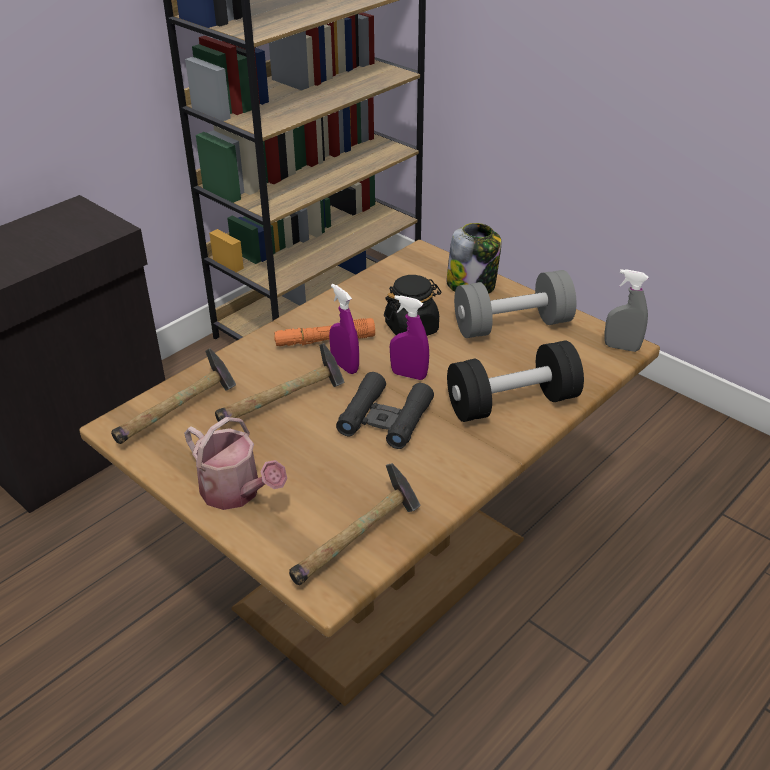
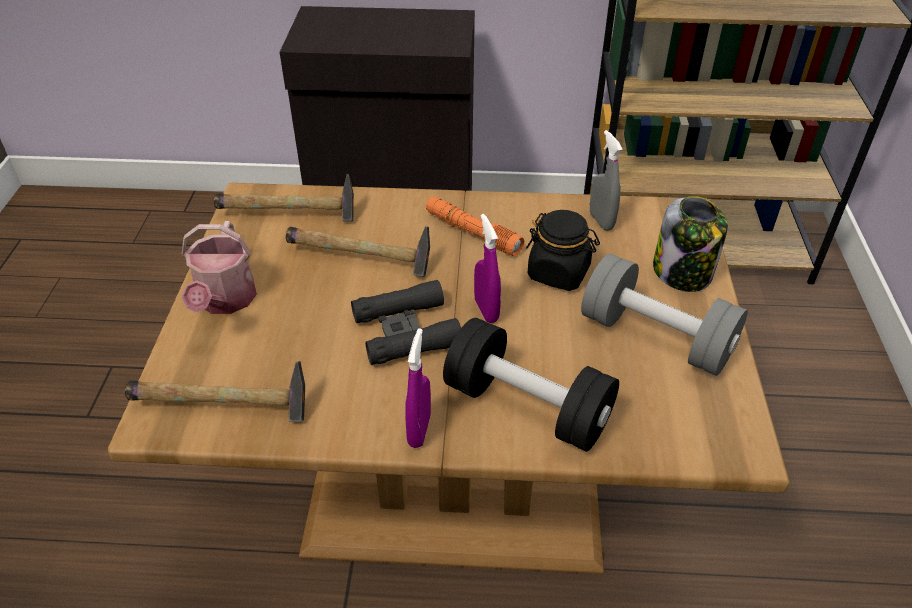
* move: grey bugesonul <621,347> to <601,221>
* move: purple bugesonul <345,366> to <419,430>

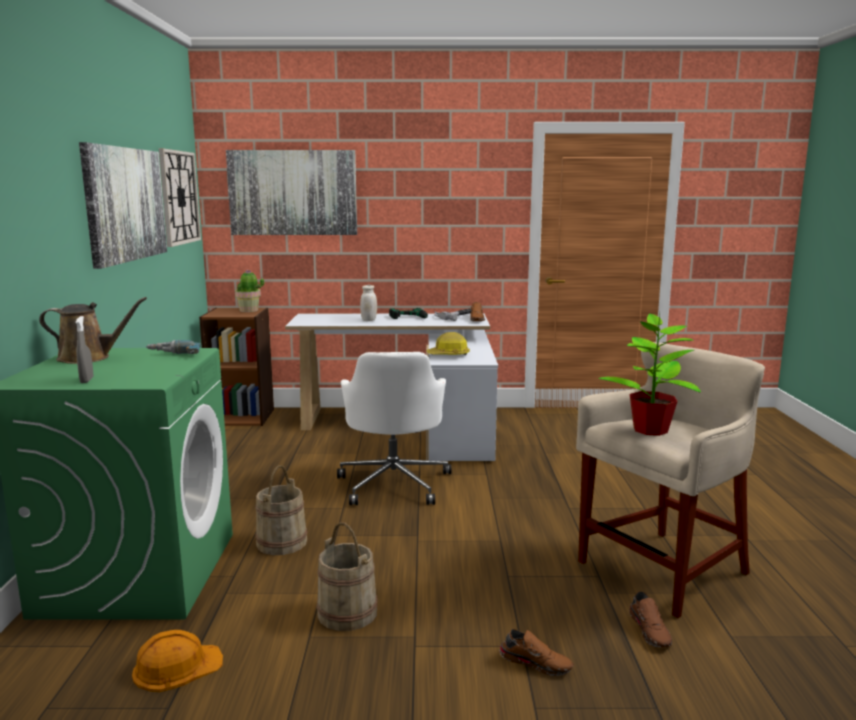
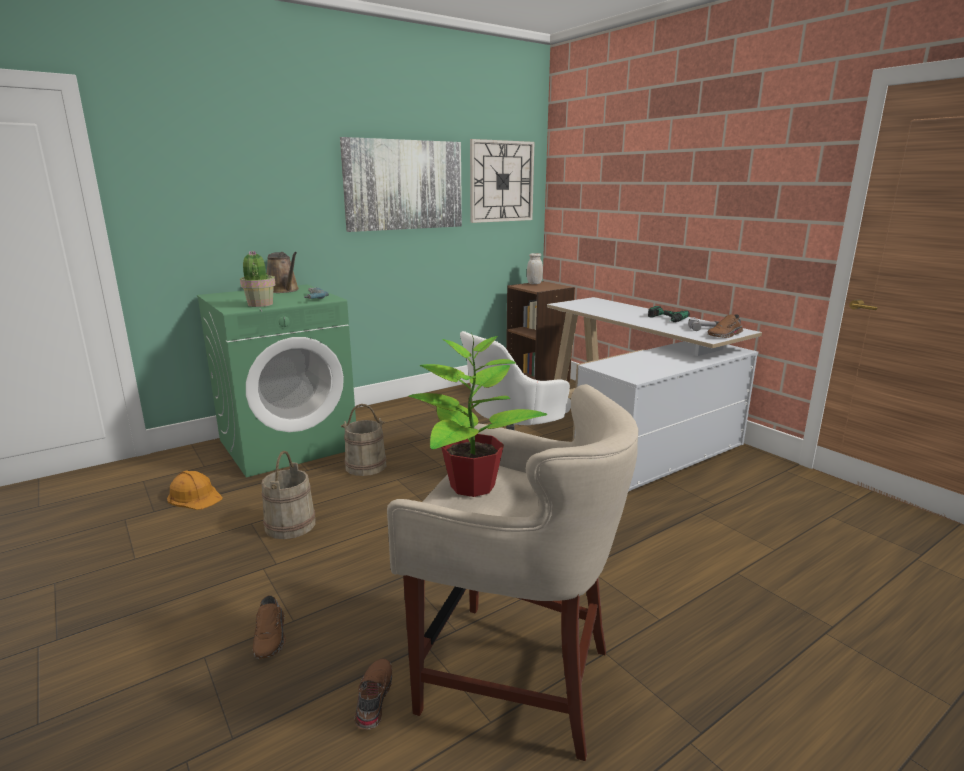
* delete: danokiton <293,193>
* move: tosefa <249,310> to <260,304>
* move: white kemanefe <369,320> to <534,283>
* delete: grey bugesonul <87,380>
* delete: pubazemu <448,355>
* rotate: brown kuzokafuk <651,630> = <372,698> 135 degrees clockwise

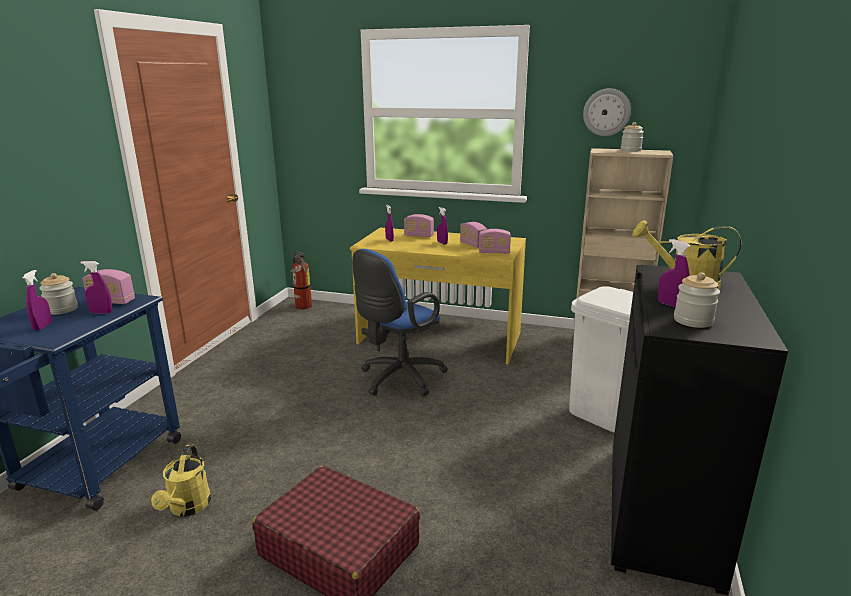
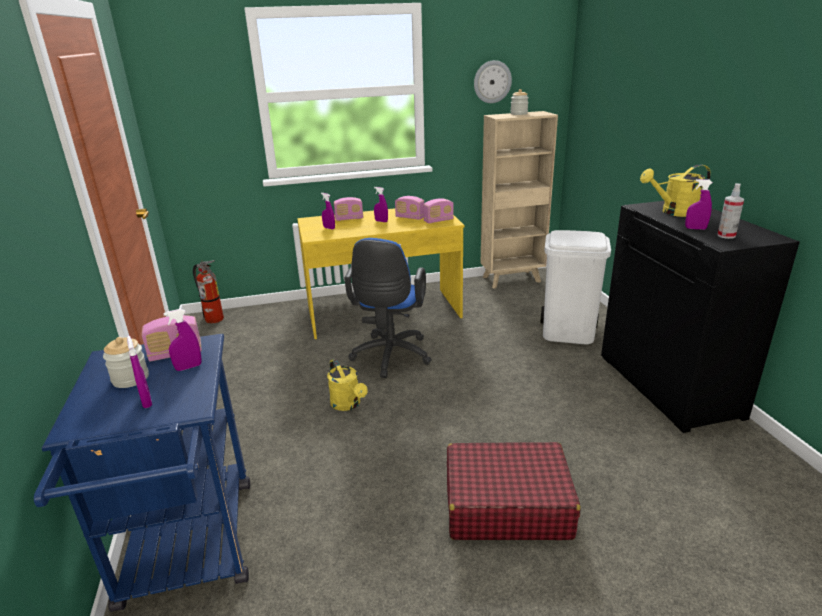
* replace: kemanefe <693,321> to bugesonul <726,235>
* move: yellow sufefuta <188,508> to <348,404>

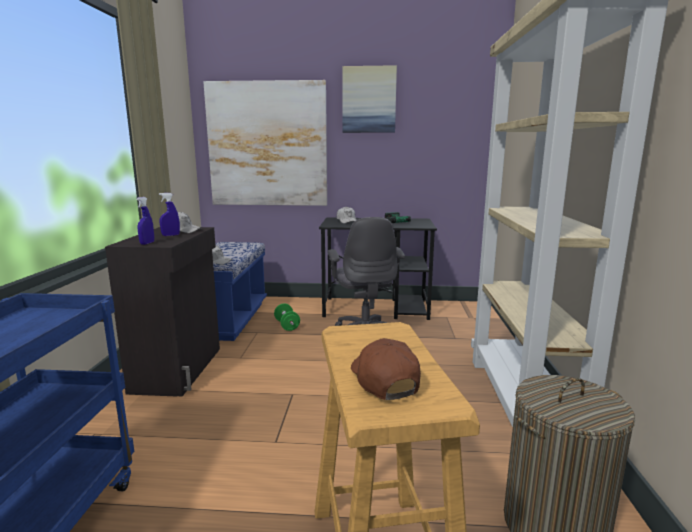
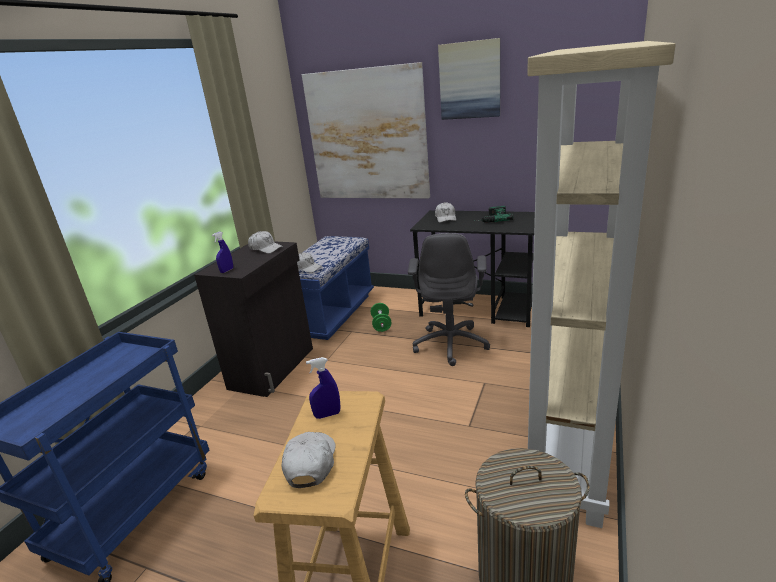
* move: blue bugesonul <170,235> to <327,415>
* recolor: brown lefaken <384,380> to white lefaken <310,463>

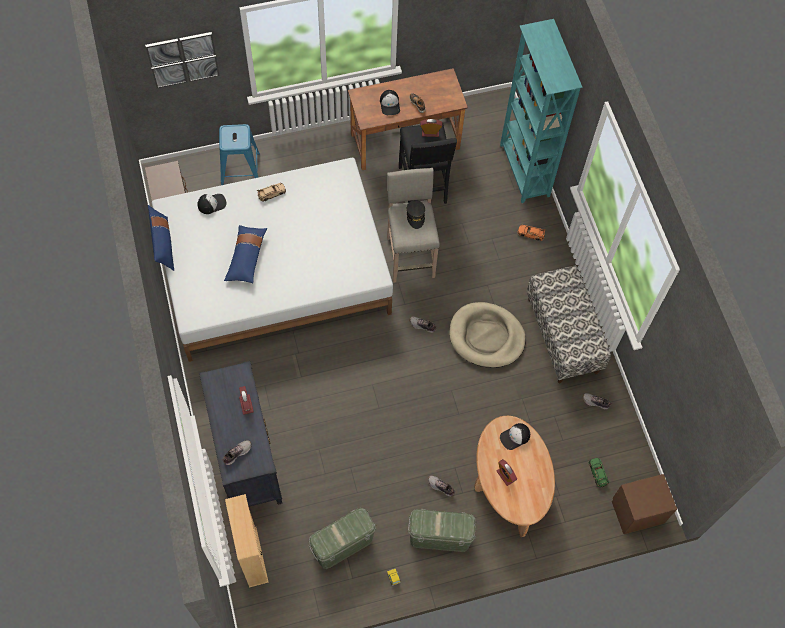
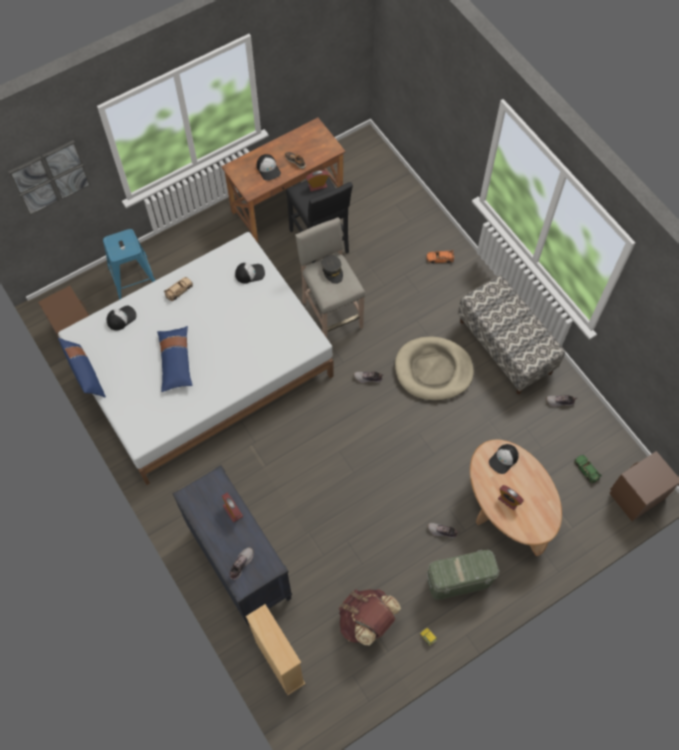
* delete: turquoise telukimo <524,171>
* replace: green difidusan <342,545> to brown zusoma <366,621>
* insert: lefaken <250,273>

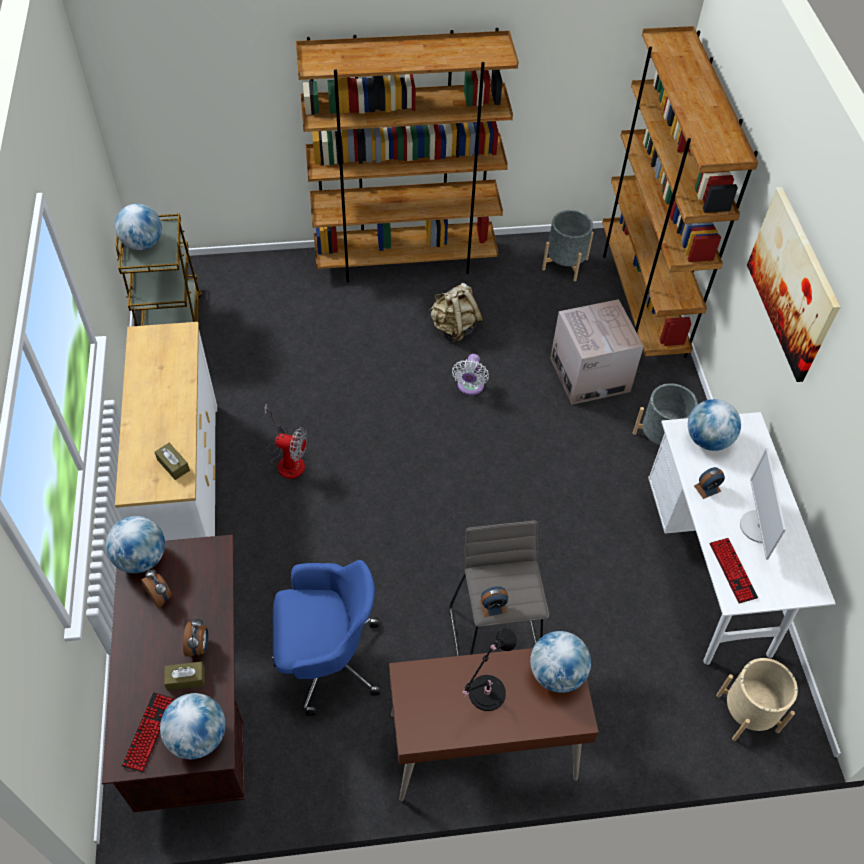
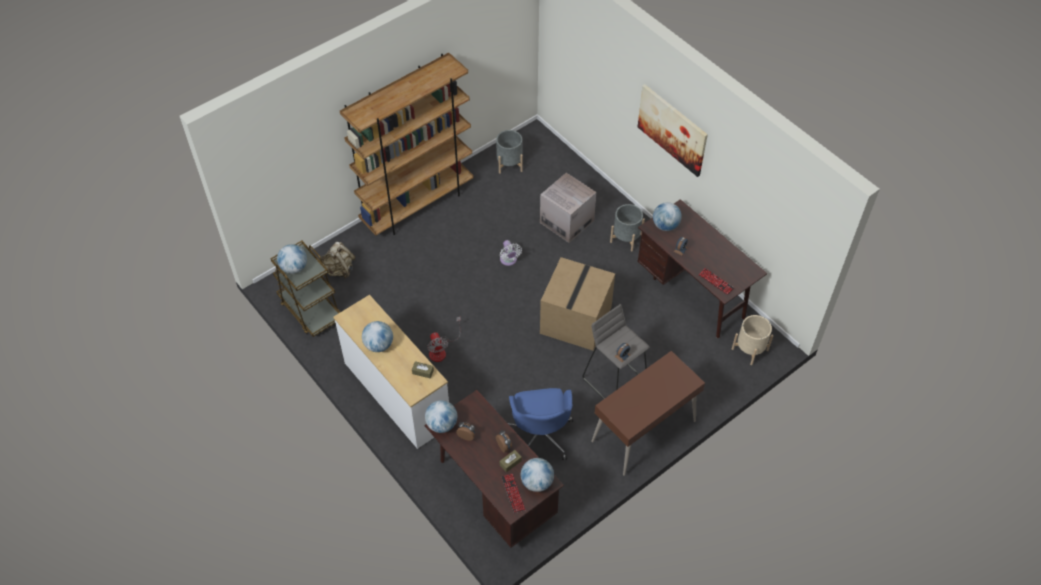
* delete: brown telukimo <641,298>
* move: beige zusoma <454,328> to <339,270>
* rotate: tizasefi <287,459> = <441,350> 90 degrees clockwise
* recolor: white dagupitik <711,571> to brown dagupitik <693,293>
* delete: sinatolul <758,527>
* rotate: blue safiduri <326,658> = <540,435> 120 degrees clockwise
* delete: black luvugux <484,695>
* move: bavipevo <556,673> to <379,345>
* insert: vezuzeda <576,321>

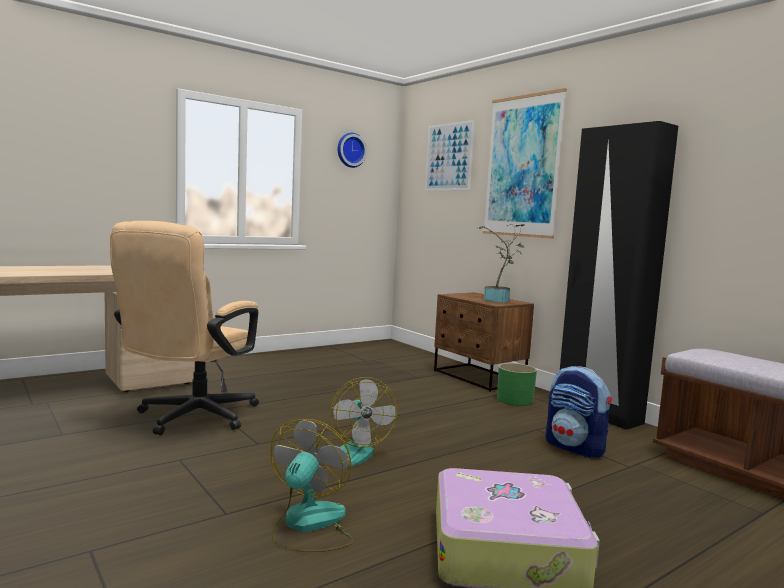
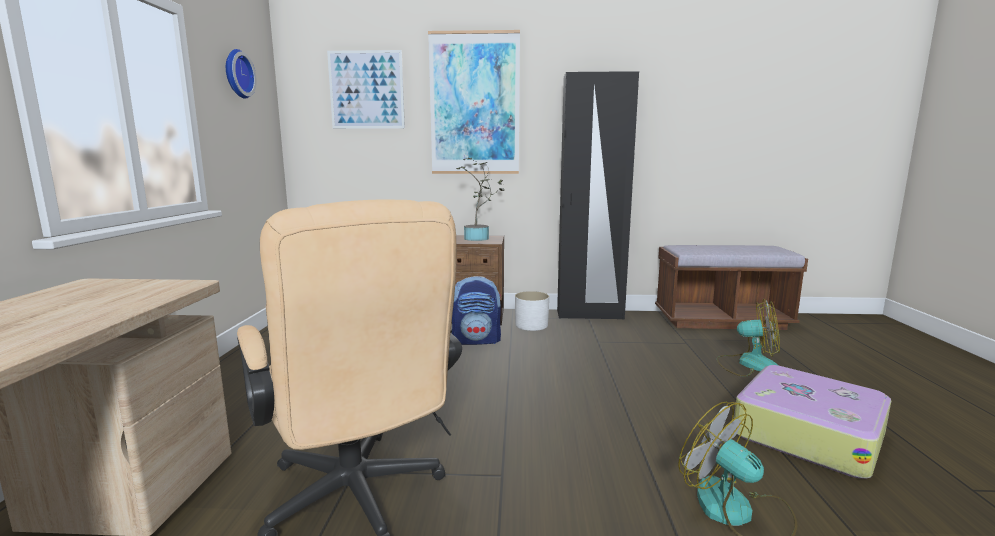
* recolor: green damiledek <515,400> to white damiledek <531,325>
* move: zusoma <575,448> to <476,340>
* move: tizasefi <350,451> to <748,364>

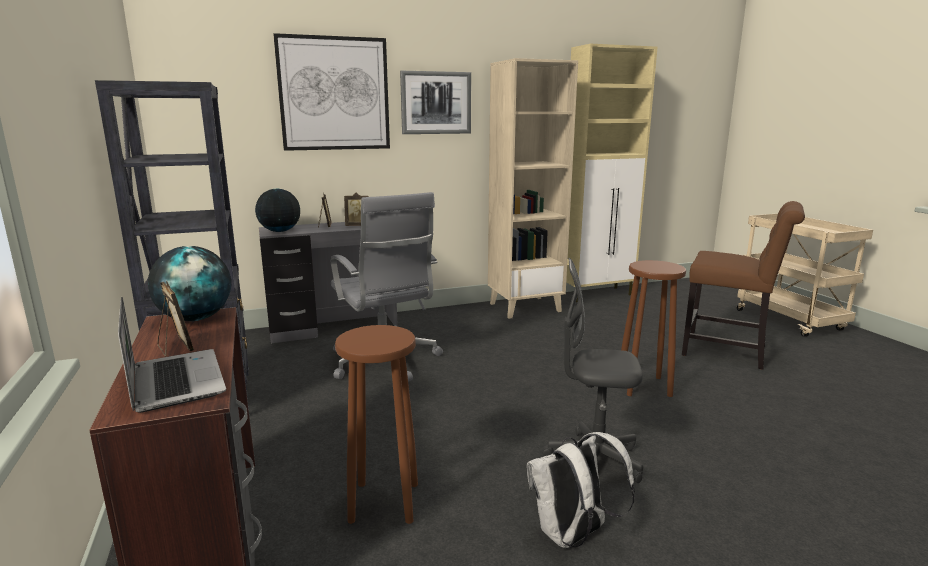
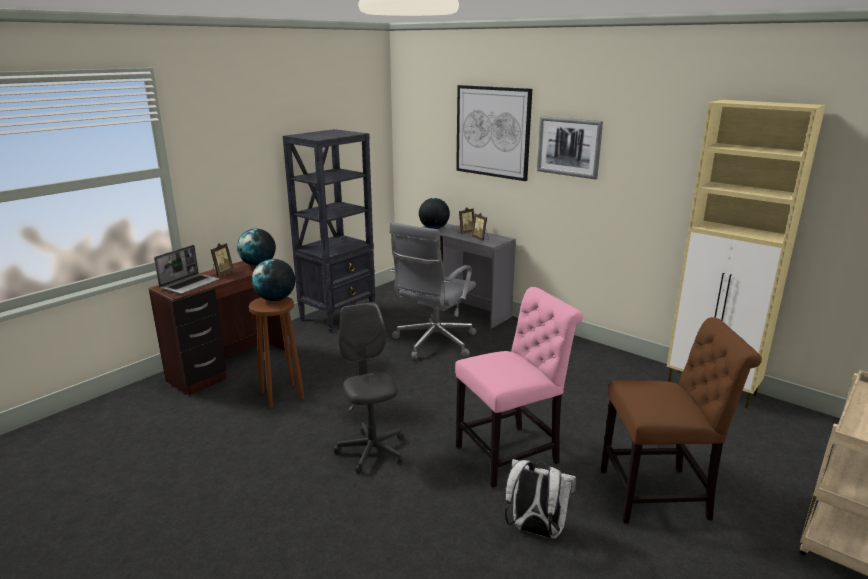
* delete: beige telukimo <525,307>
* rotate: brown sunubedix <729,352> = <660,495> 90 degrees counterclockwise
* replace: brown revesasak <645,386> to pink sunubedix <512,454>
* move: white zusoma <572,536> to <535,530>
* insert: bavipevo <276,299>

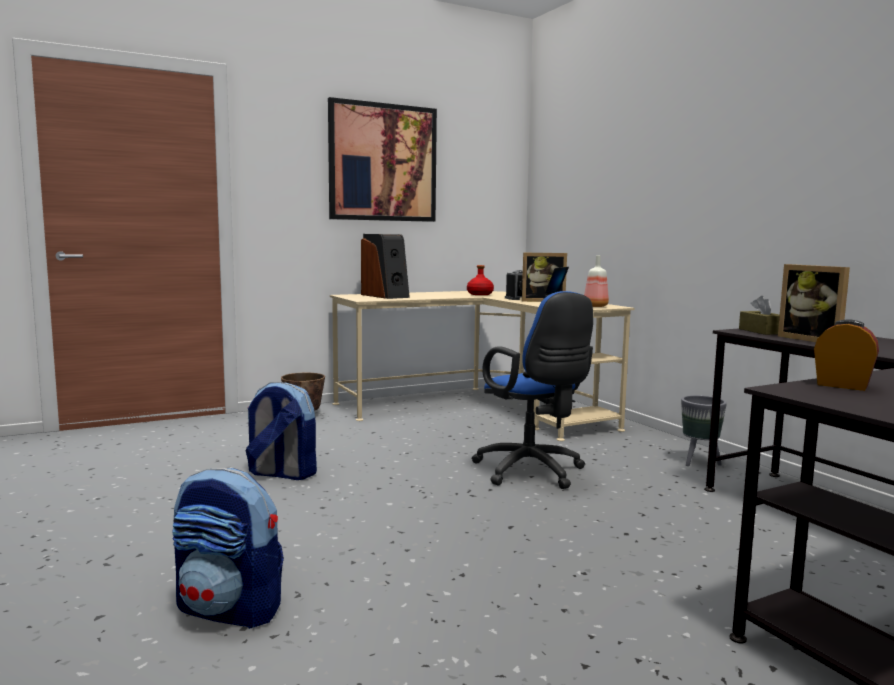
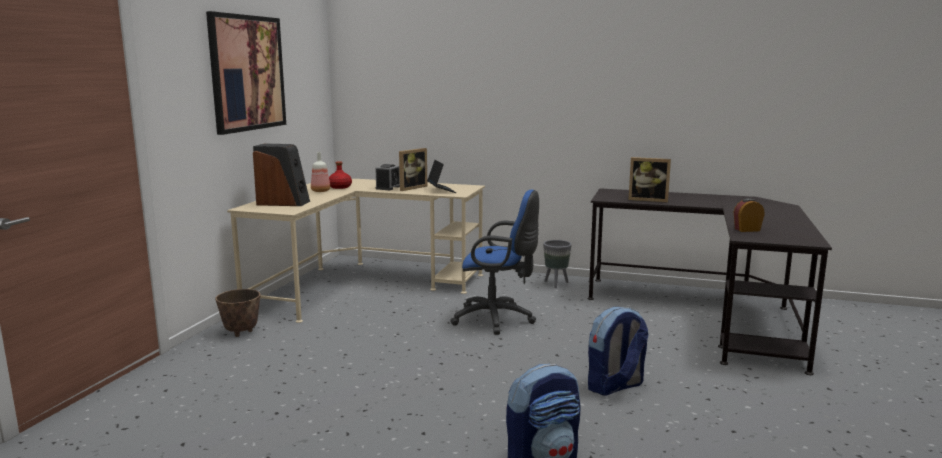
* move: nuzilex <595,306> to <320,191>
* delete: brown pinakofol <761,331>
* move: zusoma <281,474> to <615,386>

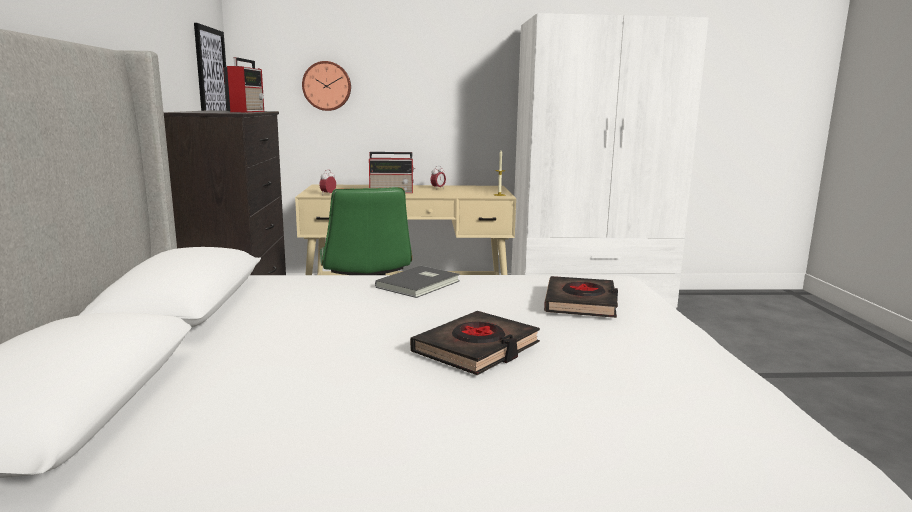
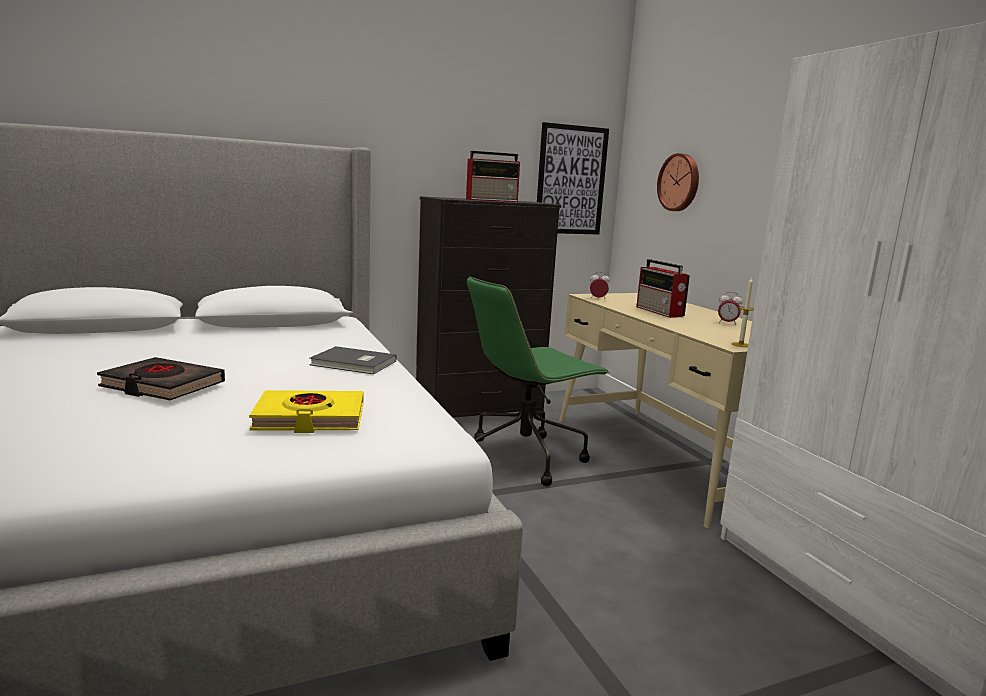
* recolor: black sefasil <581,303> to yellow sefasil <310,418>

